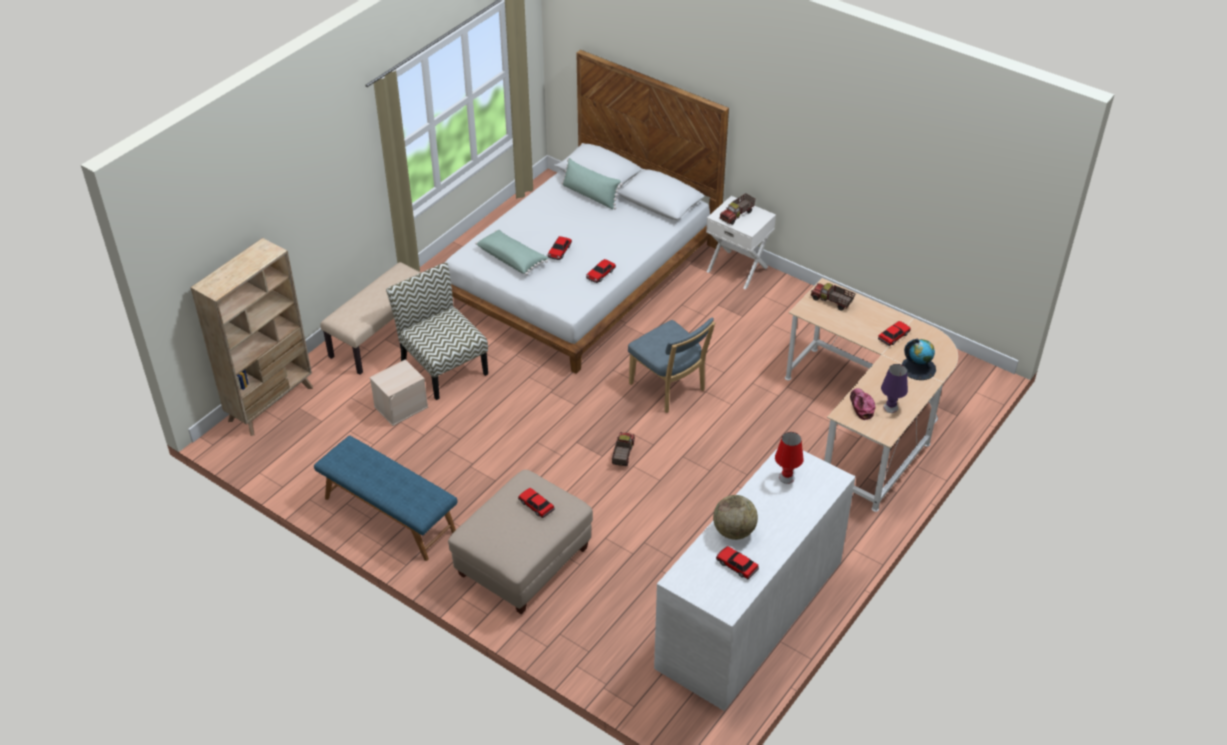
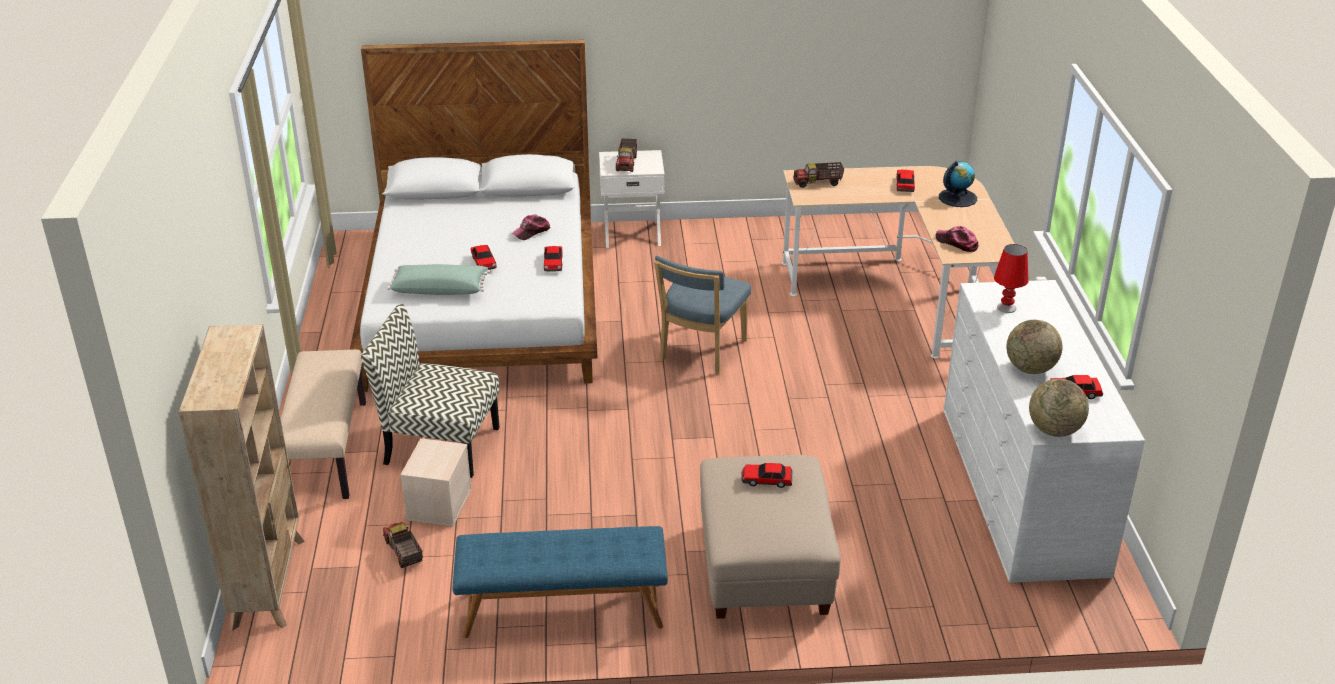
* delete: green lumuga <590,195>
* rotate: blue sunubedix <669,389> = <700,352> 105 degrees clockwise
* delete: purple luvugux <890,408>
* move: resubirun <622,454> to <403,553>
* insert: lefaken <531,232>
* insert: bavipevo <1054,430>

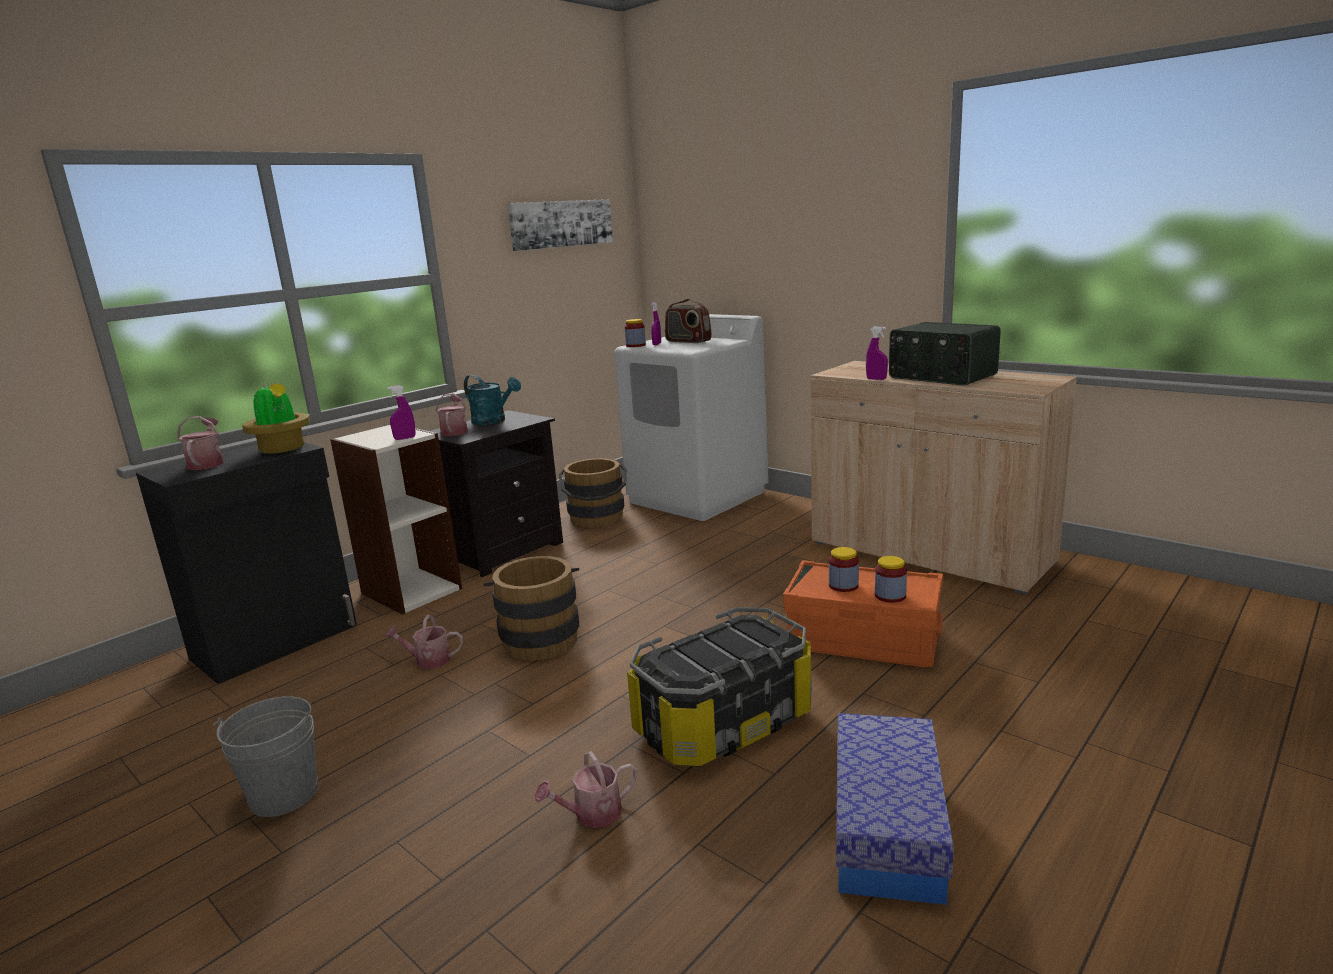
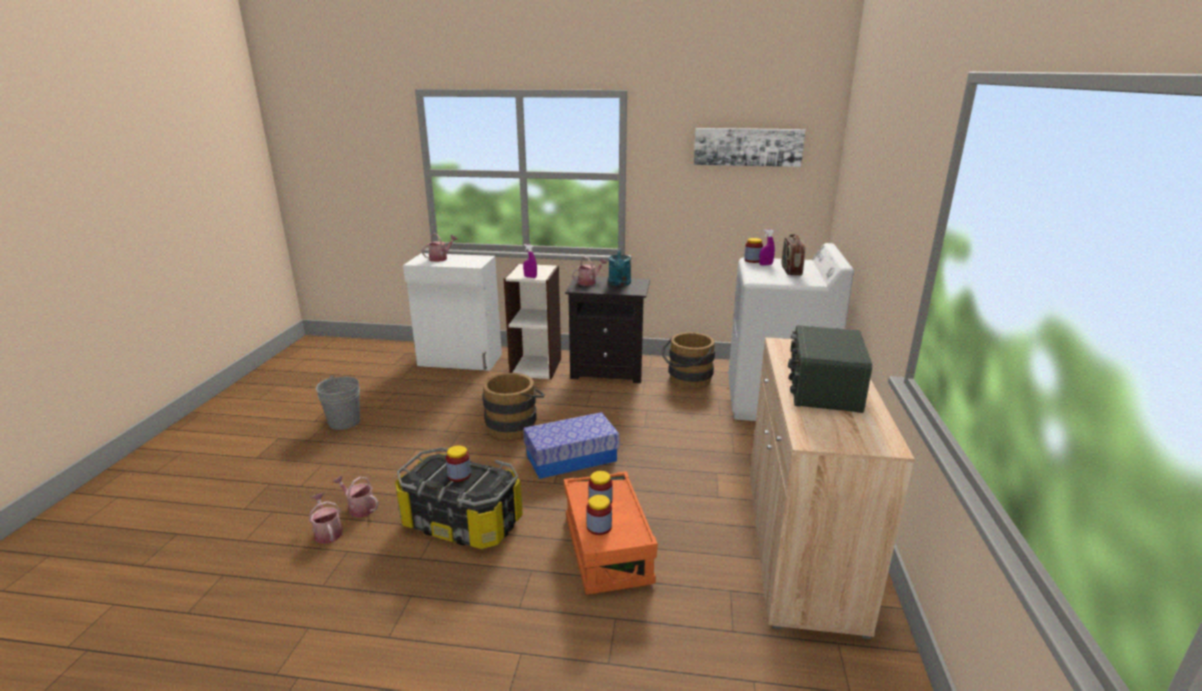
* delete: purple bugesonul <876,379>
* delete: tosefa <283,449>
* recolor: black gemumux <277,642> to white gemumux <460,360>
* move: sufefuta <428,660> to <327,532>
* move: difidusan <886,829> to <571,458>
* insert: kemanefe <459,475>

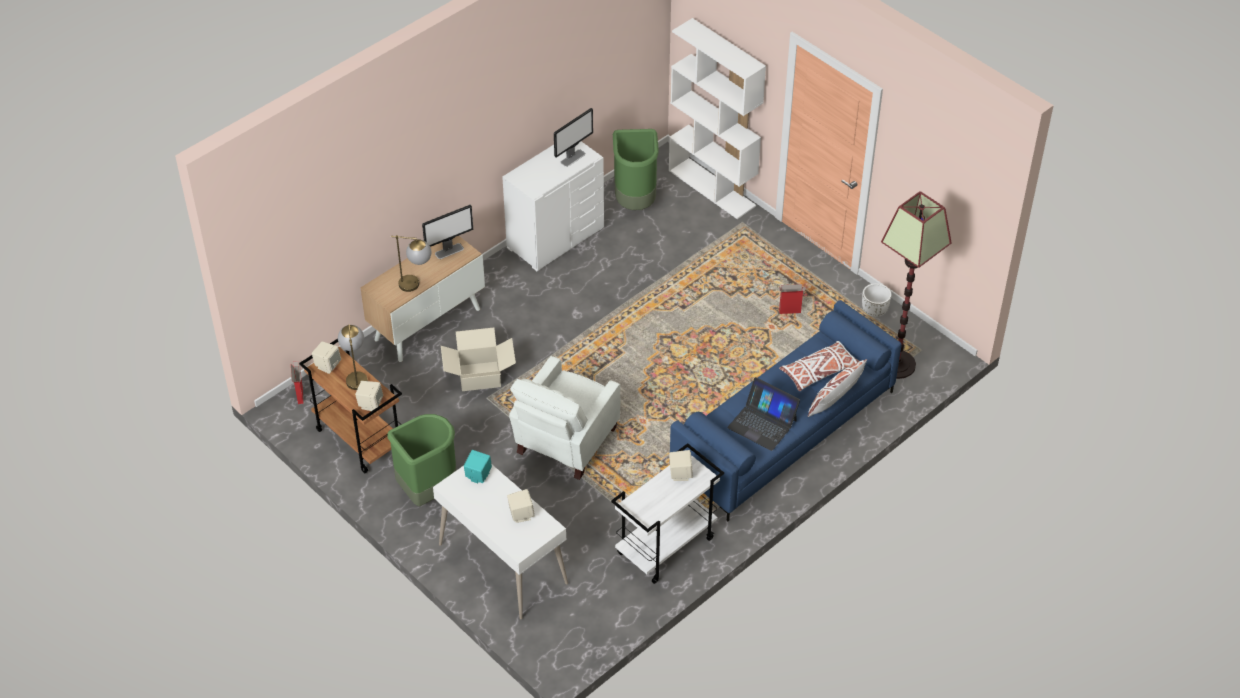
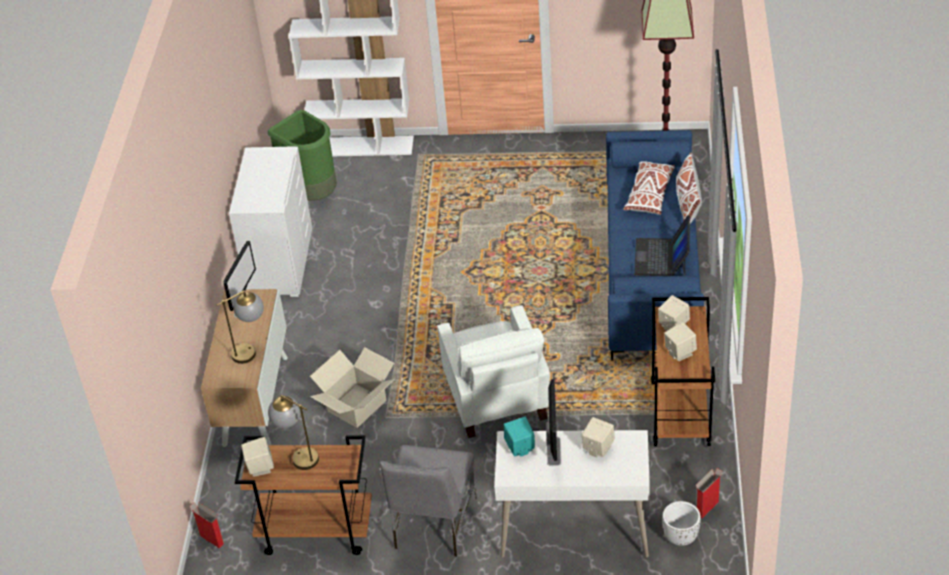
* move: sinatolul <573,158> to <554,451>
* move: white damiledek <874,312> to <680,538>
* move: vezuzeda <790,311> to <707,508>
* rotate: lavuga <762,423> = <662,257> 105 degrees clockwise
* move: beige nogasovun <370,404> to <679,352>
* replace: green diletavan <427,490> to grey sunubedix <433,524>
* recolor: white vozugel <665,547> to brown vozugel <681,414>

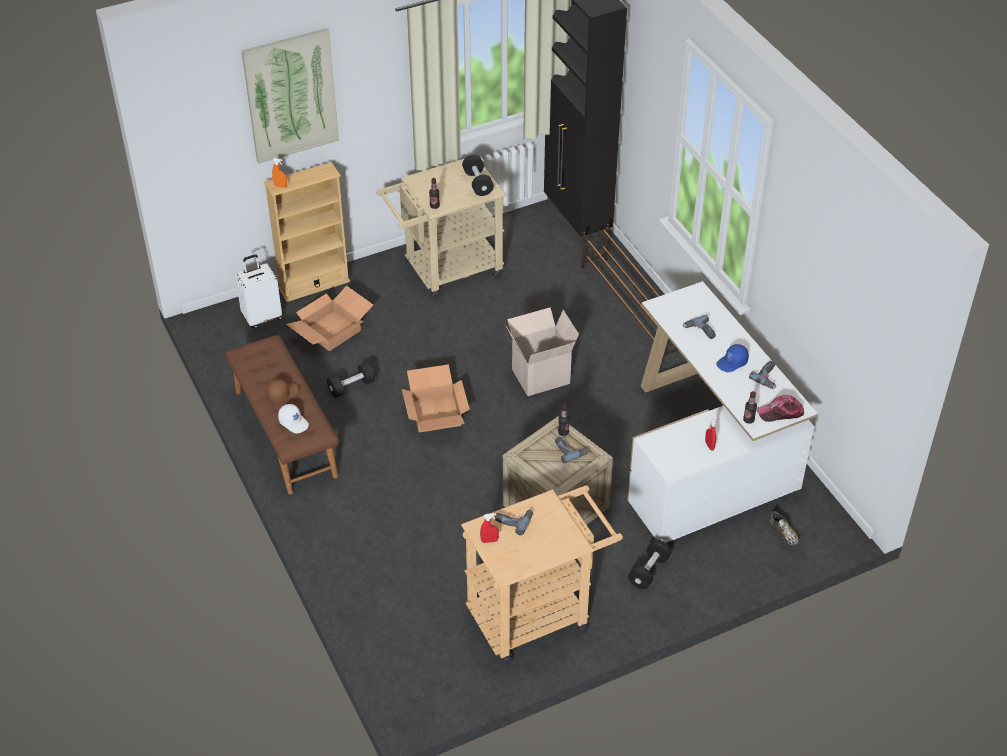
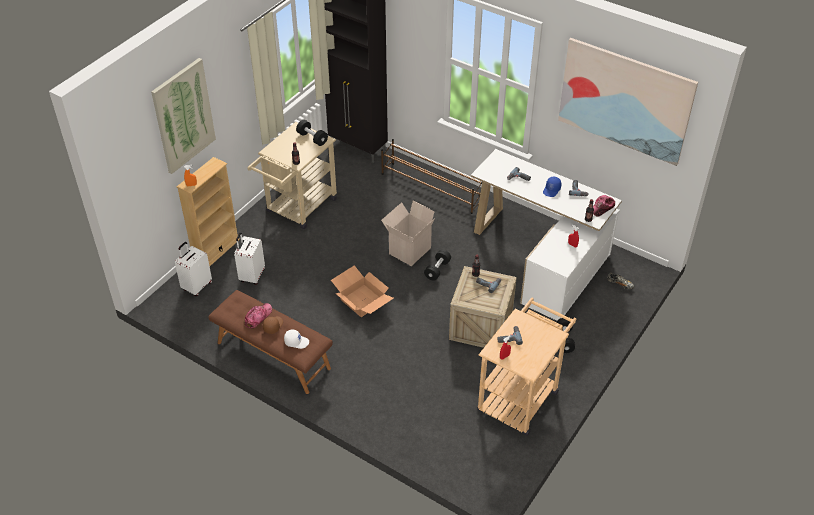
* replace: vezuzeda <331,330> to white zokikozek <251,276>
* move: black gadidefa <351,387> to <437,270>
* insert: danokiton <625,100>
* insert: lefaken <258,317>

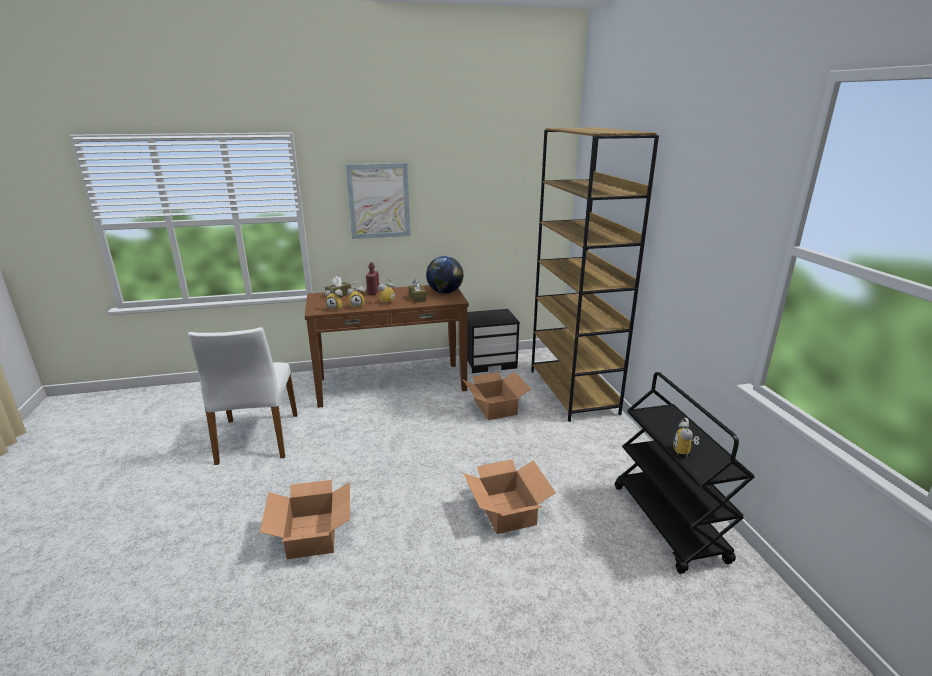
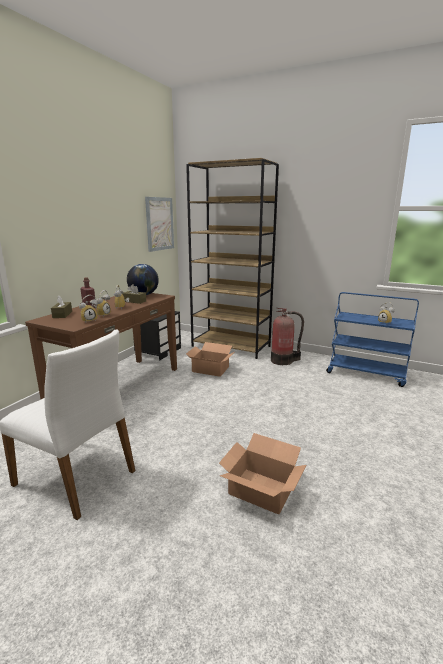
* move: danokiton <379,201> to <159,224>
* recolor: black vozugel <669,523> to blue vozugel <366,374>
* delete: vezuzeda <506,511>
* insert: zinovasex <283,360>

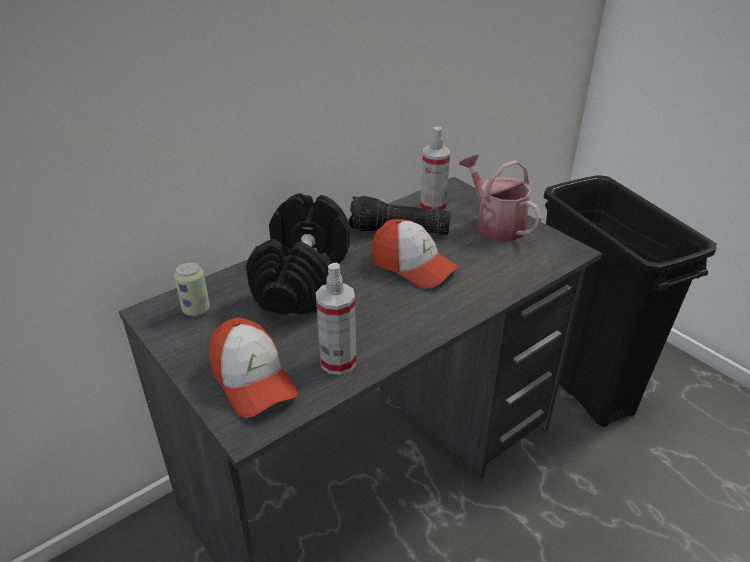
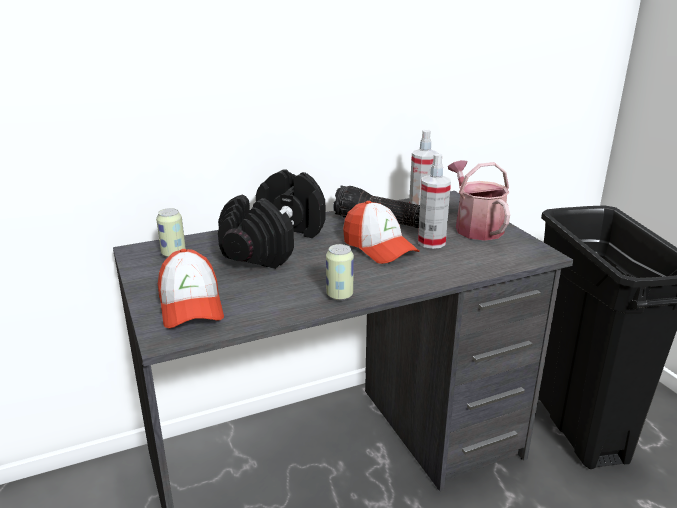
* move: bugesonul <338,362> to <431,242>
* insert: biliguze <339,295>

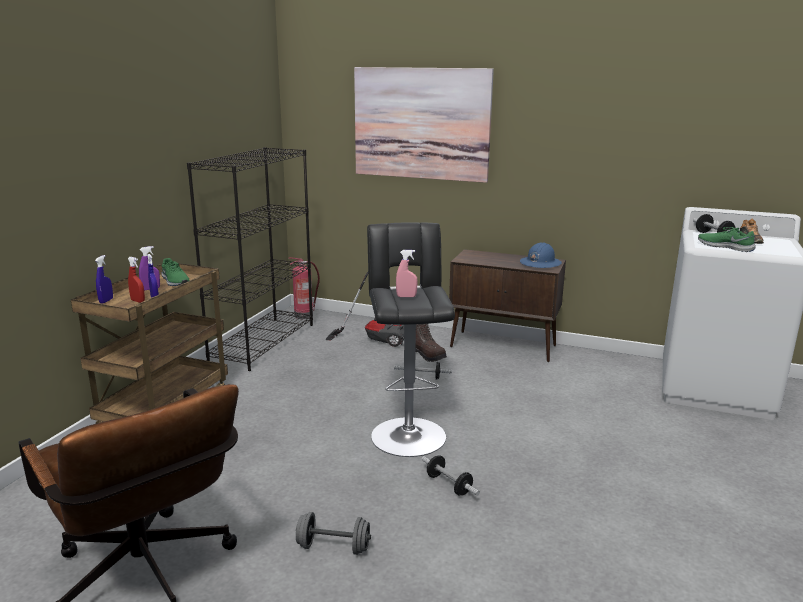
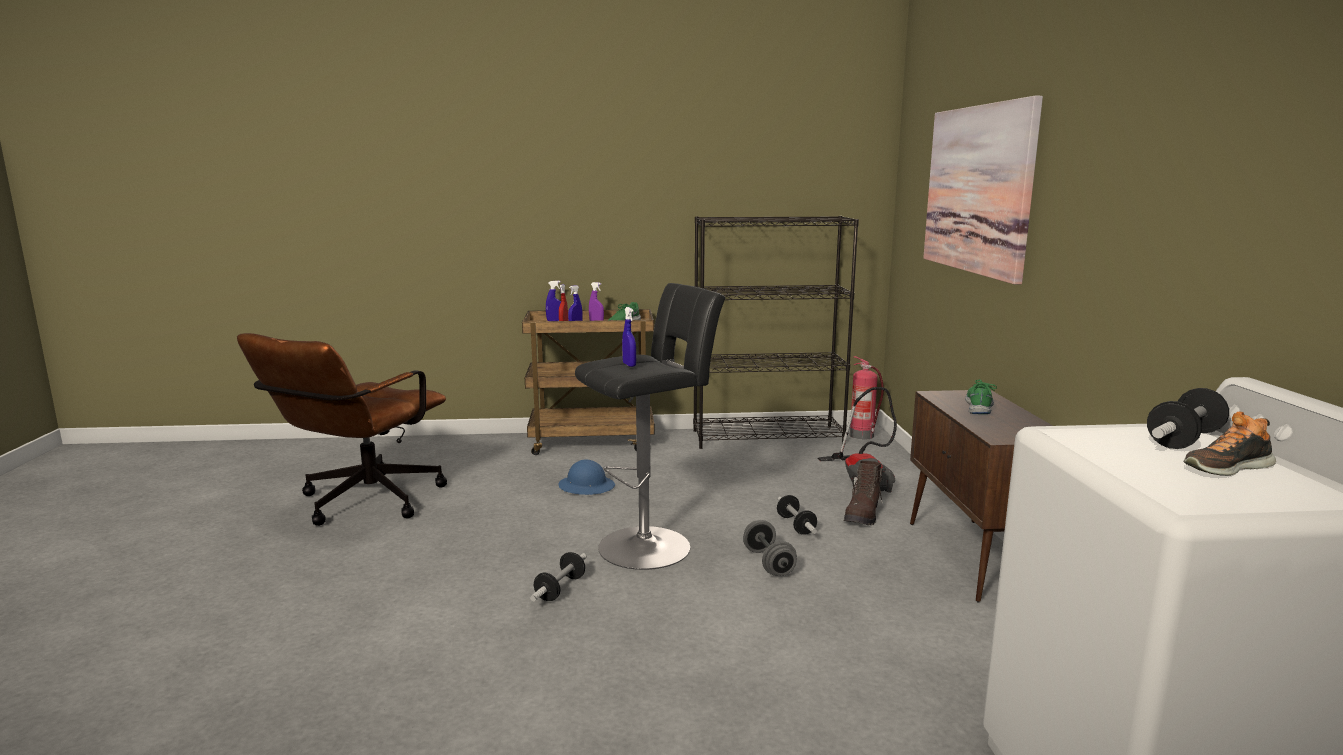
* move: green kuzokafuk <725,247> to <979,406>
* move: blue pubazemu <540,263> to <586,486>
* recolor: pink bugesonul <406,296> to blue bugesonul <629,365>
* move: grey gadidefa <333,547> to <768,563>

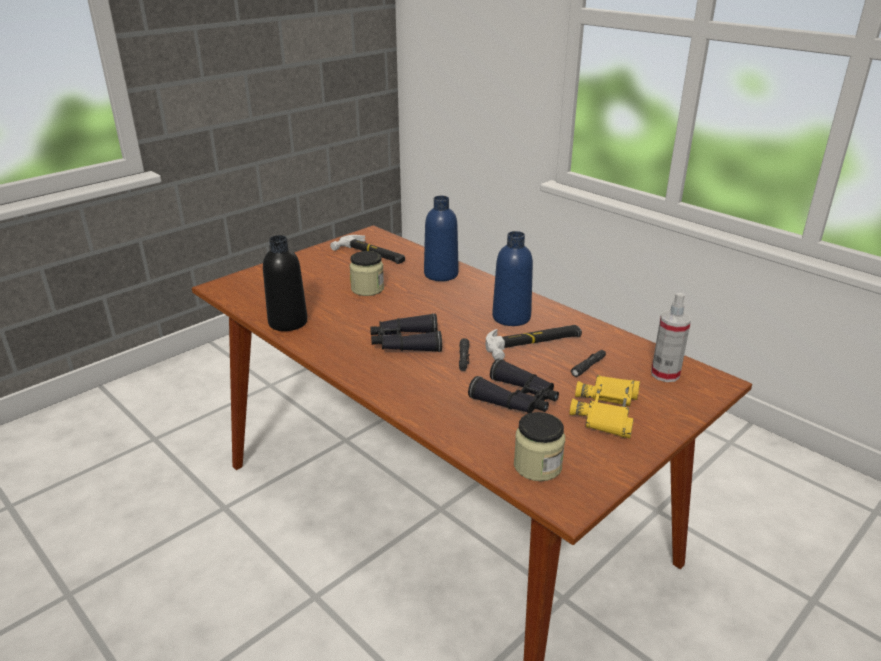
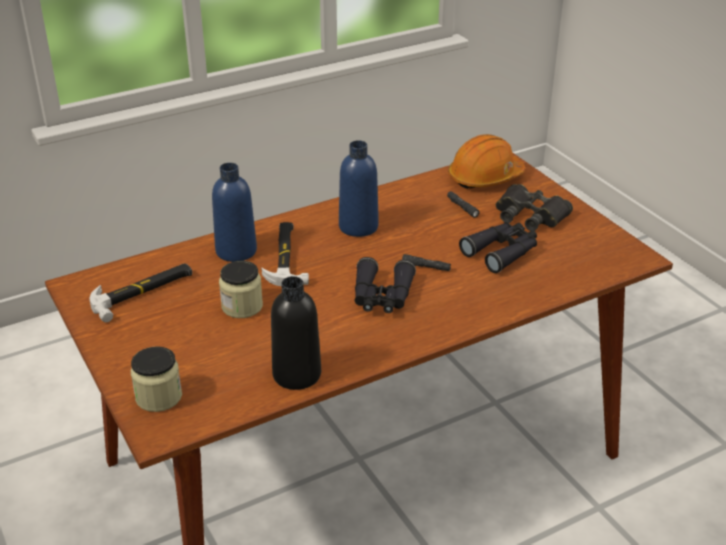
* replace: bugesonul <665,374> to orange pubazemu <485,177>
* move: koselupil <533,343> to <286,257>
* recolor: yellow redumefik <607,411> to black redumefik <530,215>
* move: kemanefe <537,466> to <159,397>

